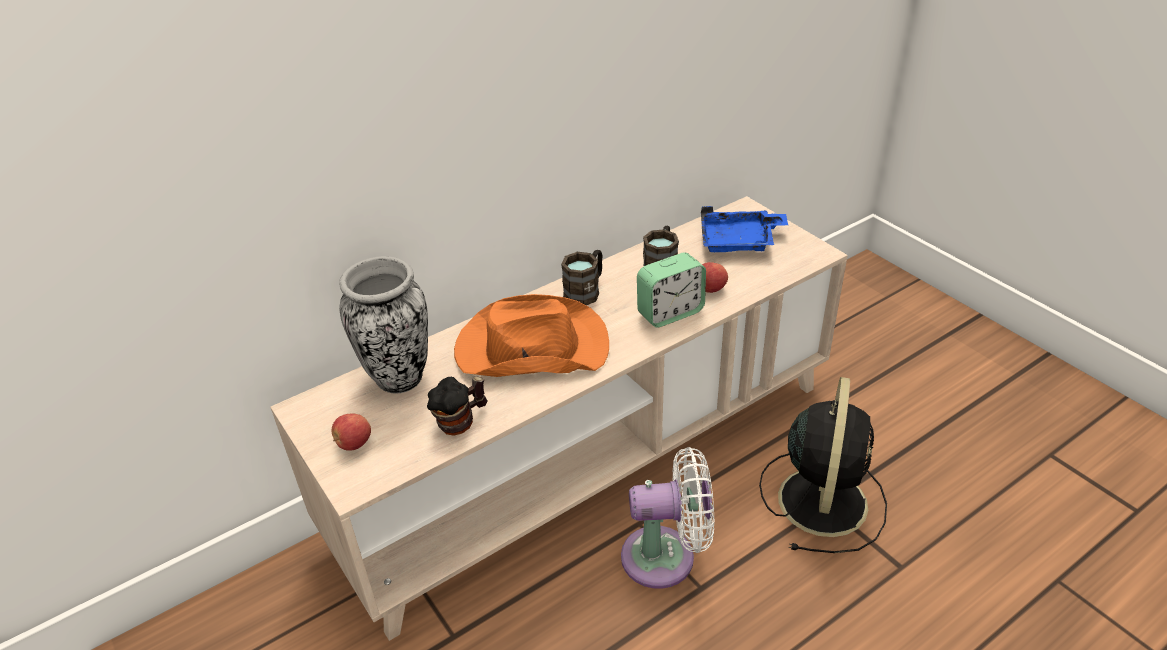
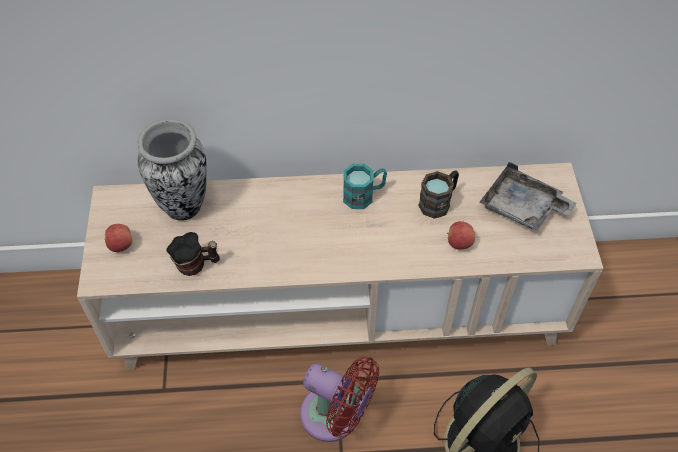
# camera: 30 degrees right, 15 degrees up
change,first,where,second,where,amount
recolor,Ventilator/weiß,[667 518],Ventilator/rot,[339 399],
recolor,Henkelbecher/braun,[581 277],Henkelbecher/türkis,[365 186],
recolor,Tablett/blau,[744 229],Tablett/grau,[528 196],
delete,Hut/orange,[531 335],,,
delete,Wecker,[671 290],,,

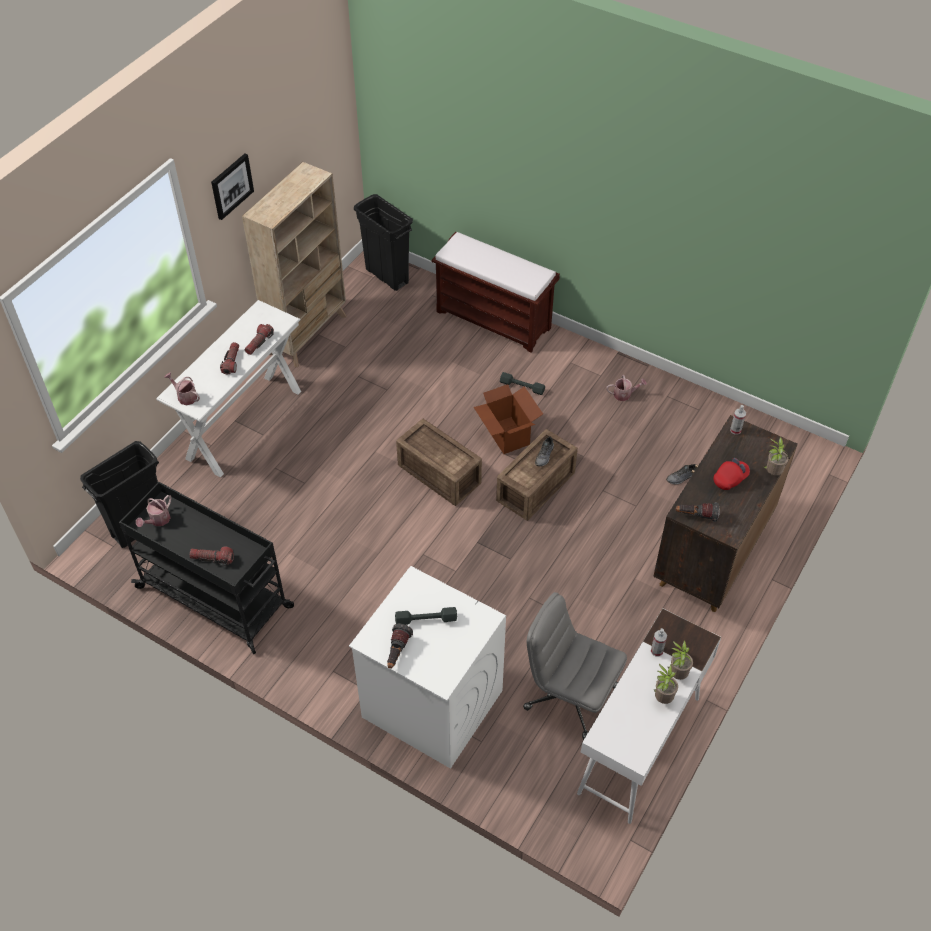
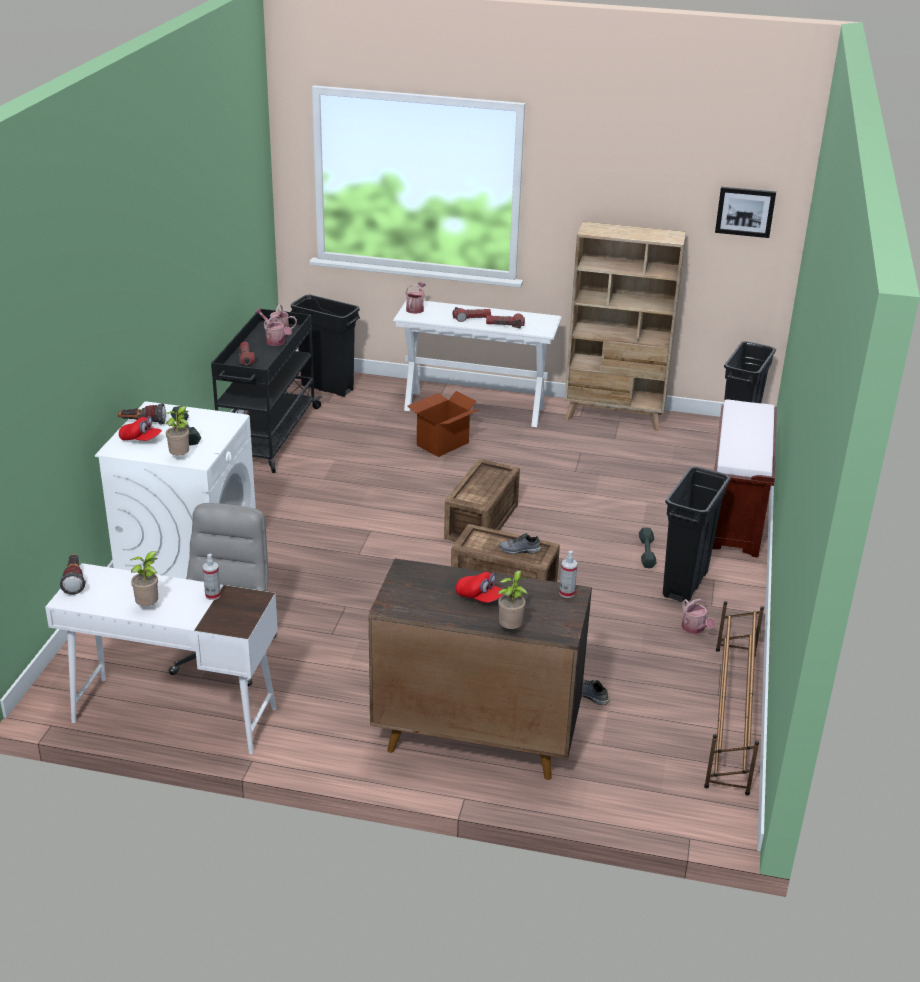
# camera: 70 degrees right, 20 degrees down
change,first,where,second,where,amount
move,Taschenlampe,[698 512],,[72 574],
insert,,,Kappe/rot,[140 428],
move,Topfpflanze,[680 660],,[177 430],
insert,,,Gießkanne,[278 330],
move,Karton,[508 419],,[443 424],
insert,,,Mülleimer/schwarz,[697 534],
insert,,,Schuhregal/braun,[734 698],
move,Bild,[232 186],,[745 212],

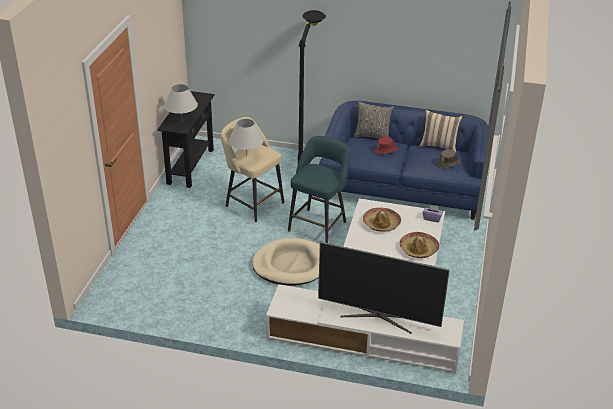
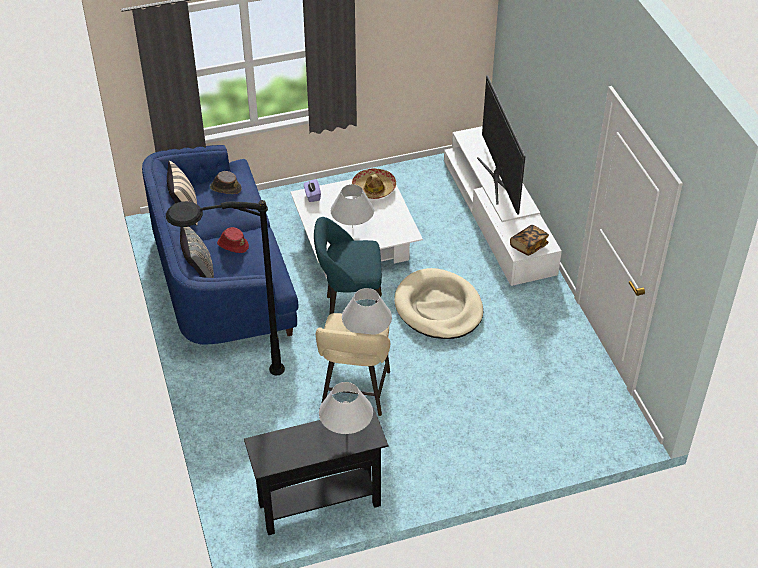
# camera: 120 degrees left, 10 degrees up
change,first,where,second,where,amount
replace,Hut,[382 220],Tischlampe/weiß,[352 206],
insert,,,Buch,[529 240],

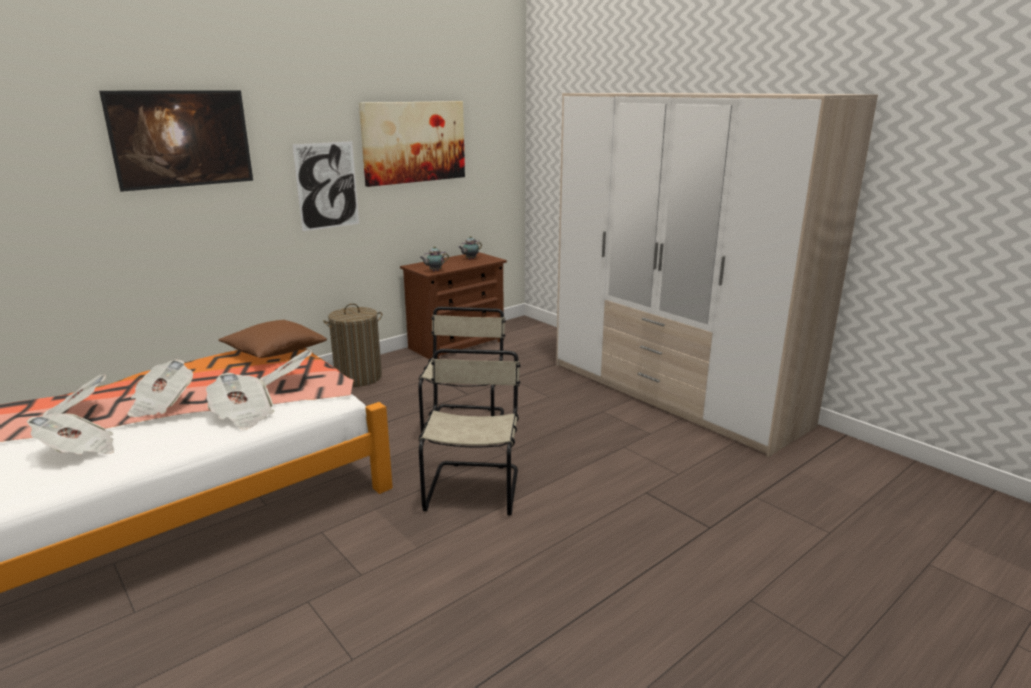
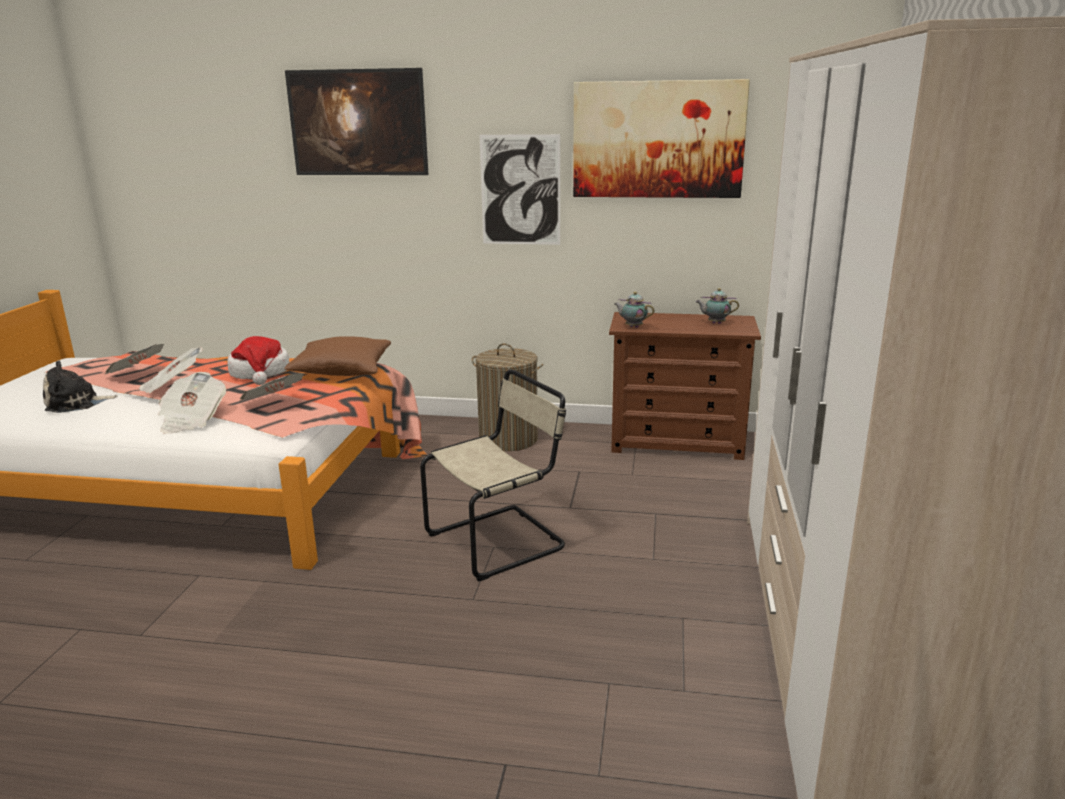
# camera: 50 degrees right, 0 degrees up
change,first,where,second,where,amount
replace,Zeitung,[70 434],Plüschtier,[80 386],
insert,,,Hut,[258 360],
delete,Stuhl/beige,[470 432],,,

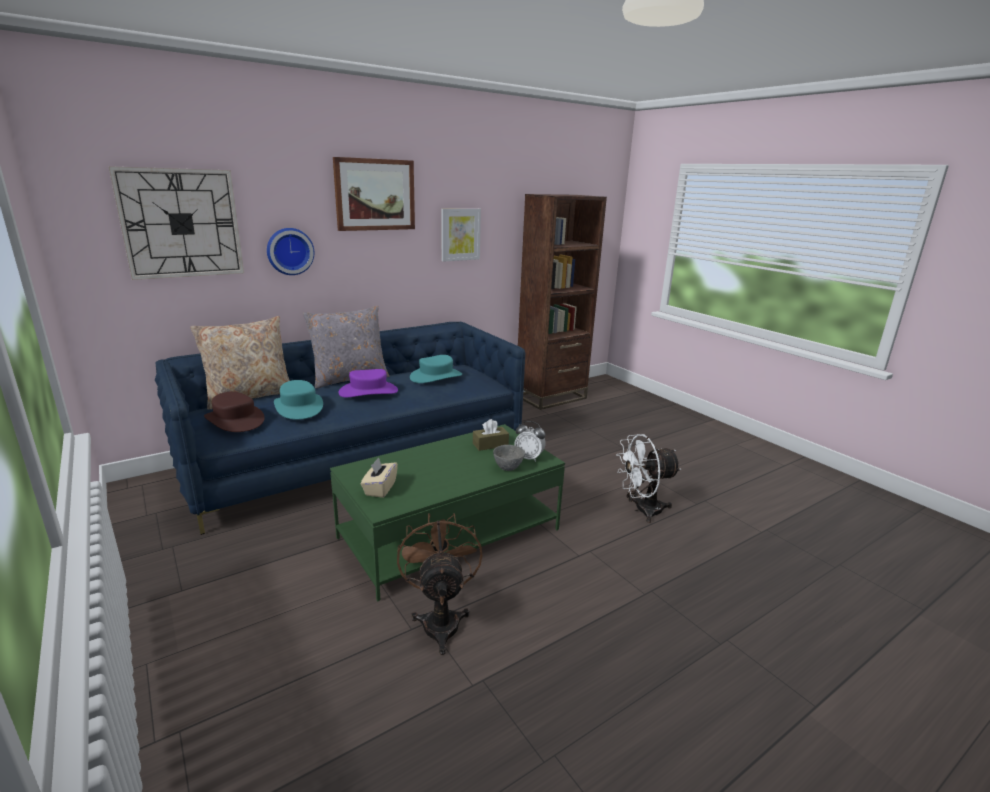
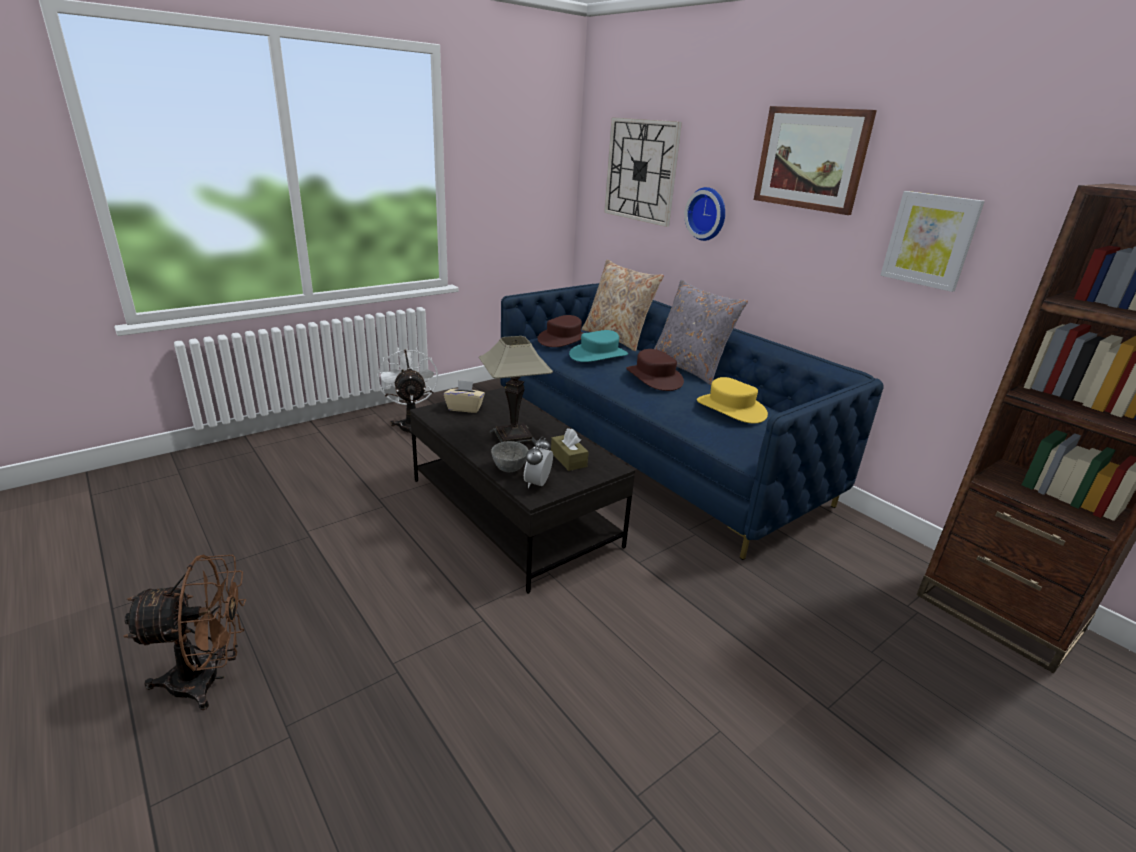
# camera: 85 degrees right, 5 degrees up
change,first,where,second,where,amount
move,Ventilator/braun,[439 584],,[184 632],
move,Ventilator/weiß,[648 478],,[407 392],
recolor,Couchtisch/grün,[447 512],Couchtisch/schwarz,[522 490],
insert,,,Tischlampe,[516 390],
recolor,Hut/lila,[368 383],Hut/braun,[655 370],
recolor,Hut/türkis,[436 369],Hut/gelb,[732 400],

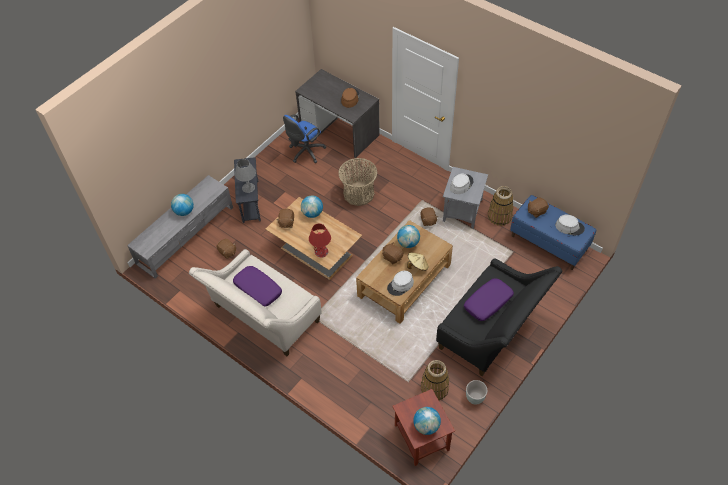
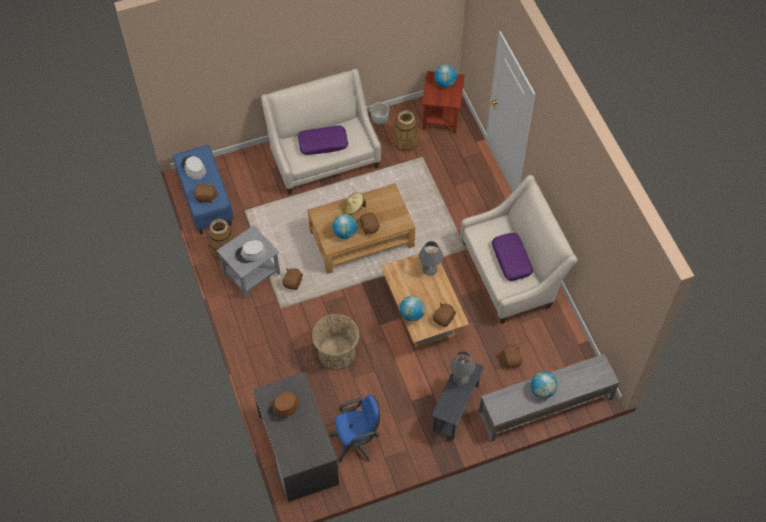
# camera: 150 degrees left, 5 degrees up
change,first,where,second,where,amount
recolor,Sofa/schwarz,[499 317],Sofa/beige,[321 131],
recolor,Tischlampe/rot,[320 240],Tischlampe/grau,[431 258],
delete,Hut/grau,[400 283],,,

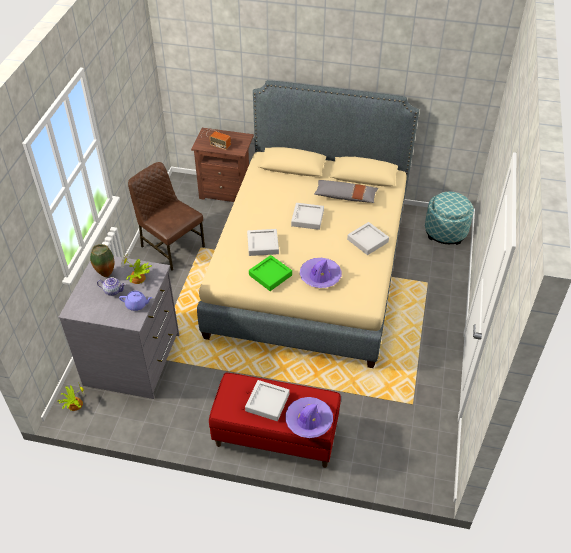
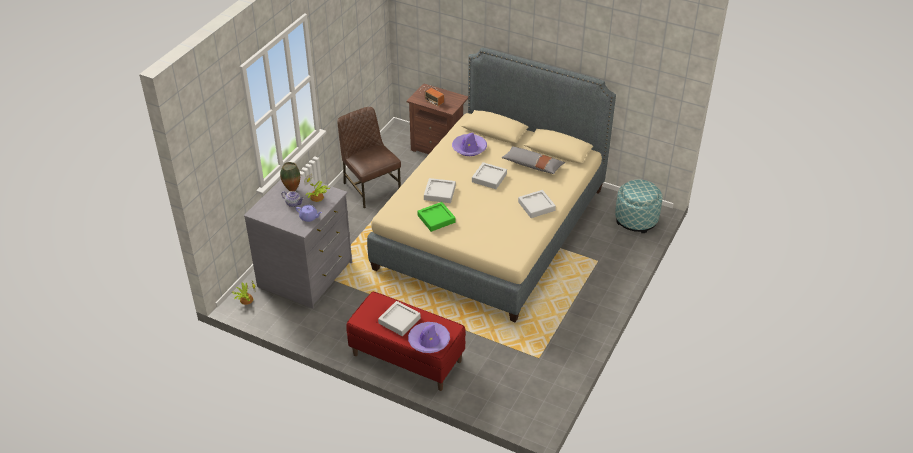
# camera: 15 degrees right, 5 degrees down
change,first,where,second,where,amount
move,Hut/lila,[321 273],,[469 144],

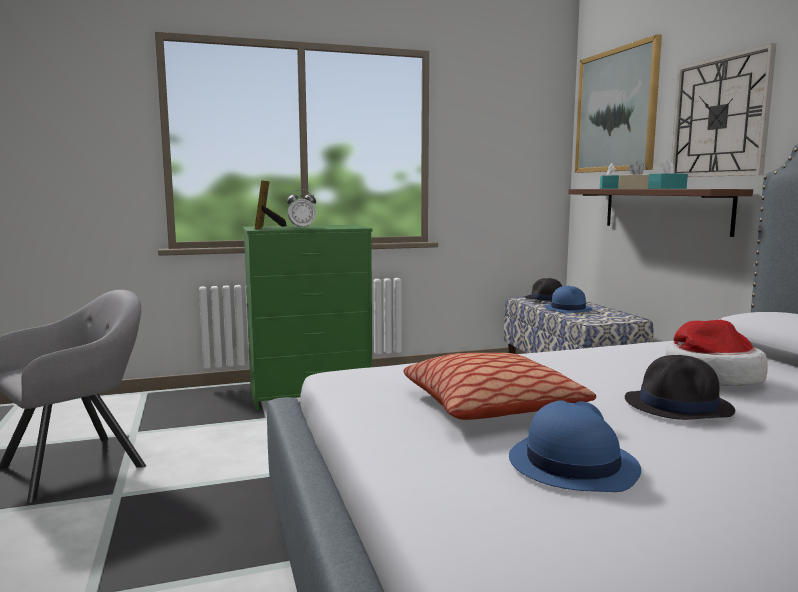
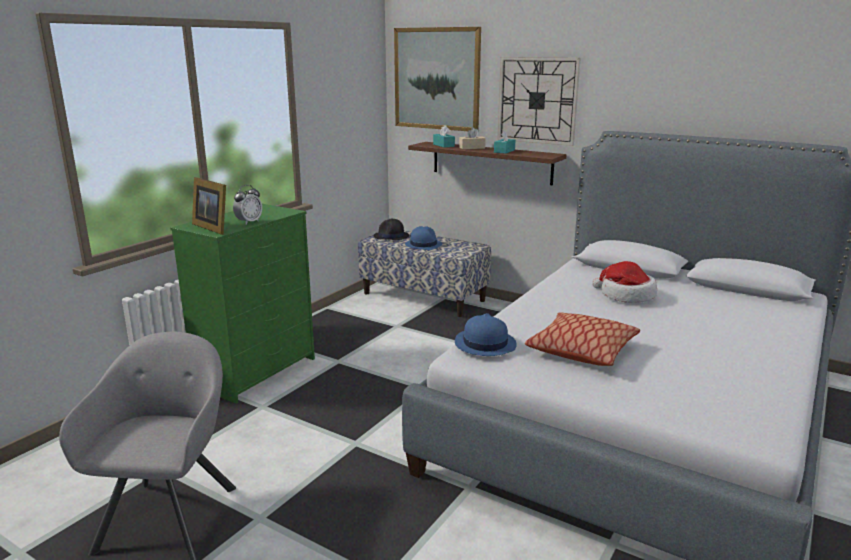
# camera: 40 degrees left, 10 degrees up
change,first,where,second,where,amount
move,Hut/blau,[575 446],,[486 334],
delete,Hut/schwarz,[680 387],,,

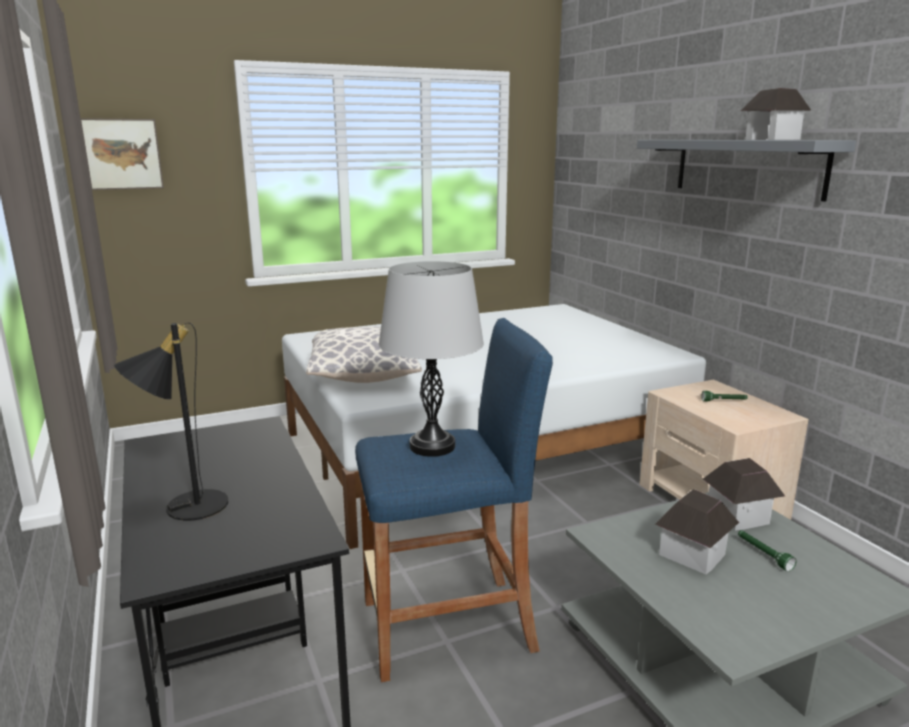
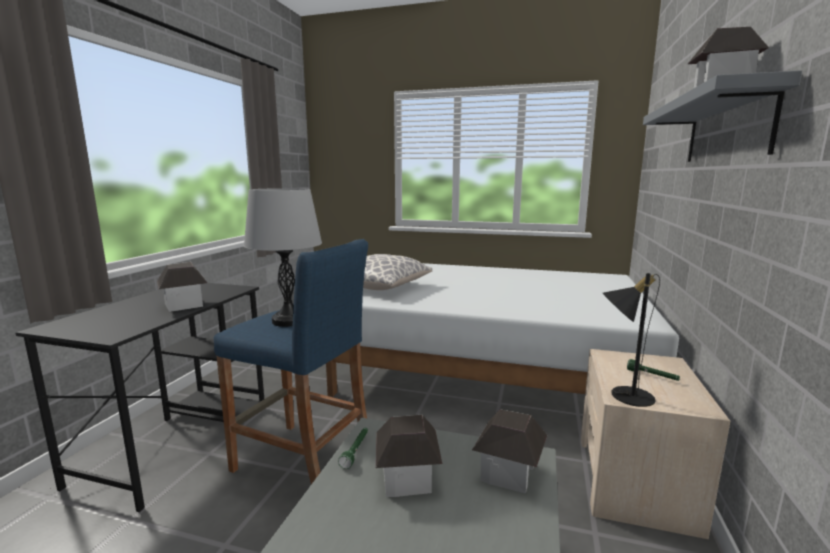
# camera: 40 degrees right, 5 degrees down
change,first,where,second,where,amount
insert,,,Spielzeughaus,[182 287],
move,Taschenlampe/grün,[767 550],,[353 448],
move,Tischlampe/schwarz,[171 421],,[631 340],
delete,Bild,[122 154],,,

